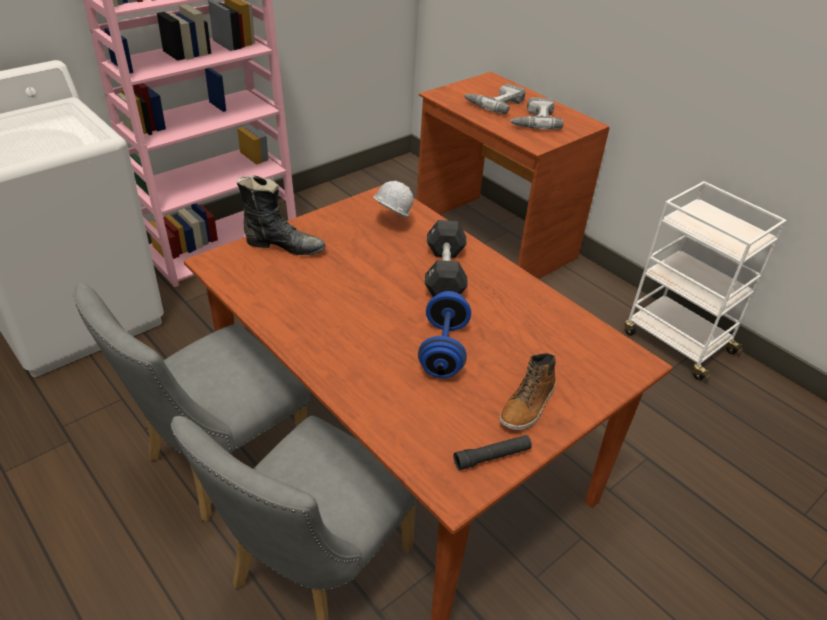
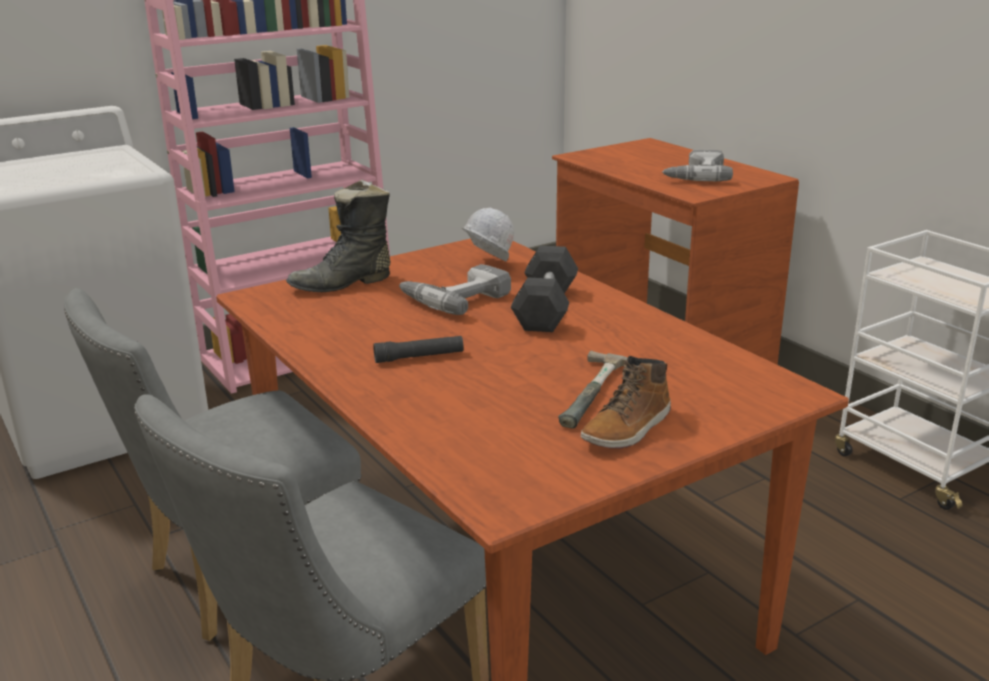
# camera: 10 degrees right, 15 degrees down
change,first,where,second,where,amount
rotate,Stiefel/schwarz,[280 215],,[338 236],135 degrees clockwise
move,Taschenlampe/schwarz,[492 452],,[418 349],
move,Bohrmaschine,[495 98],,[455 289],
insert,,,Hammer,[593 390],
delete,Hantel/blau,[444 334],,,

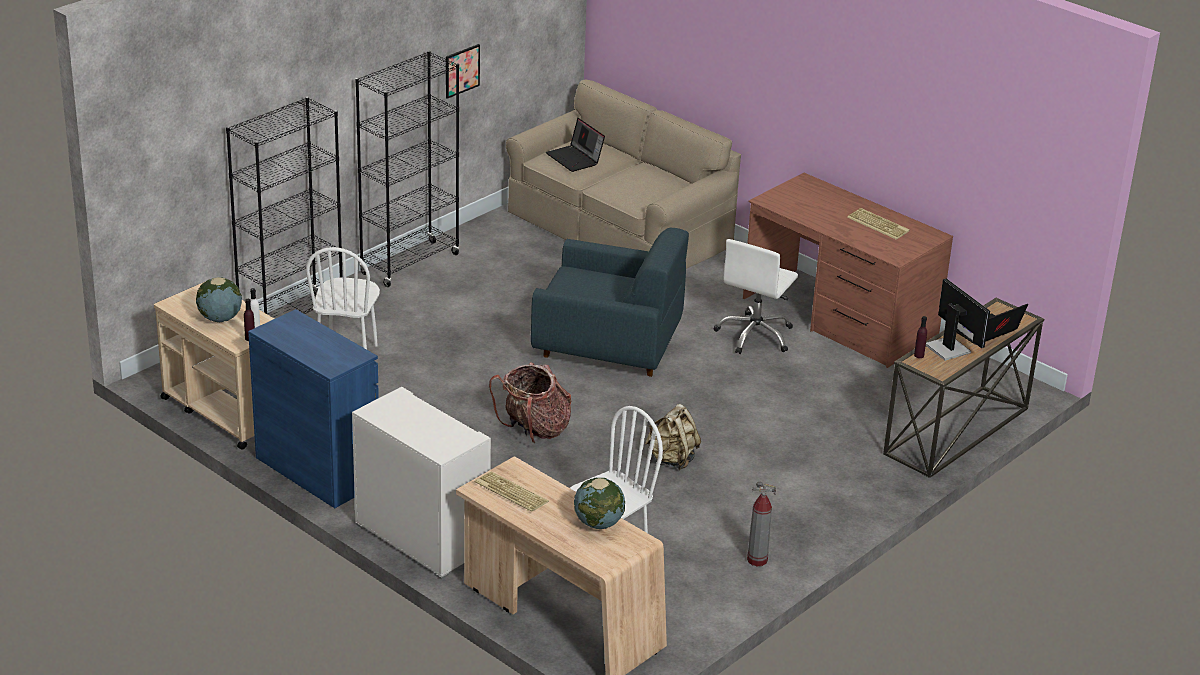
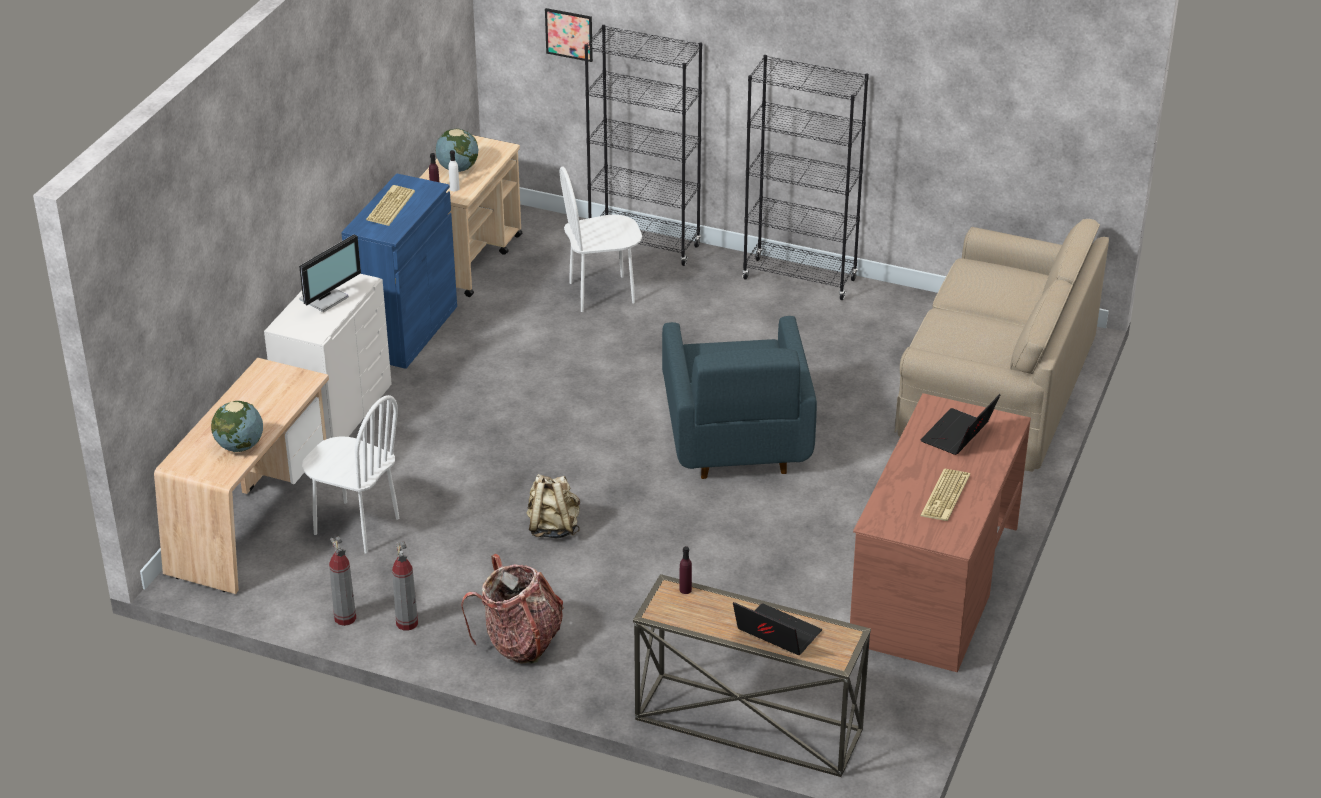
# camera: 70 degrees right, 5 degrees up
change,first,where,second,where,amount
move,Monitor,[958 320],,[330 273],
insert,,,Feuerlöscher,[342 581],
move,Tastatur,[511 491],,[390 205],
move,Rucksack,[530 402],,[512 609],
move,Bild,[463 71],,[569 35],
move,Laptop,[575 145],,[960 424],
delete,Bürostuhl/weiß,[756 296],,,

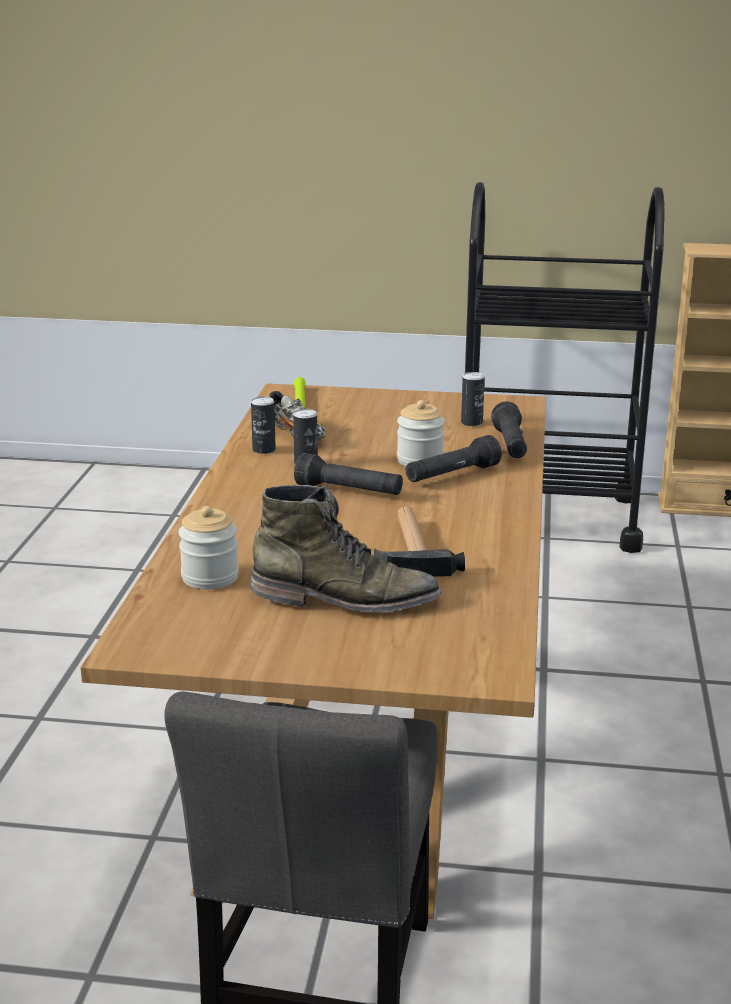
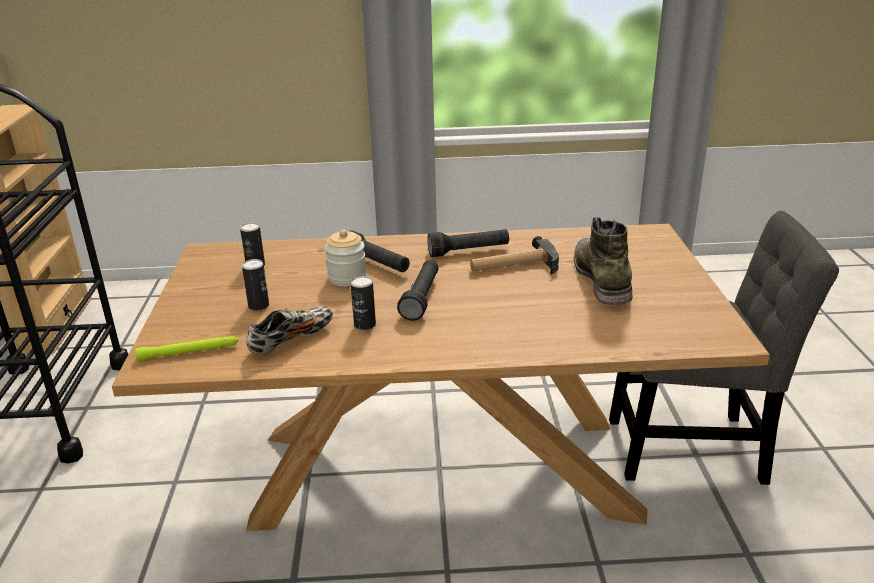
# camera: 100 degrees left, 5 degrees up
change,first,where,second,where,amount
move,Dose,[263 425],,[255 285],
move,Taschenlampe/schwarz,[509 429],,[468 243],
delete,Vorratsglas,[209 547],,,

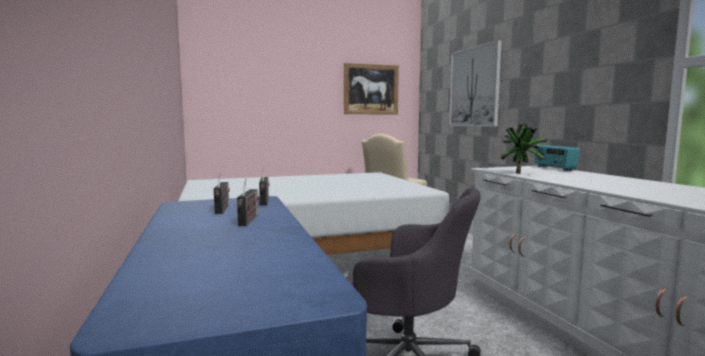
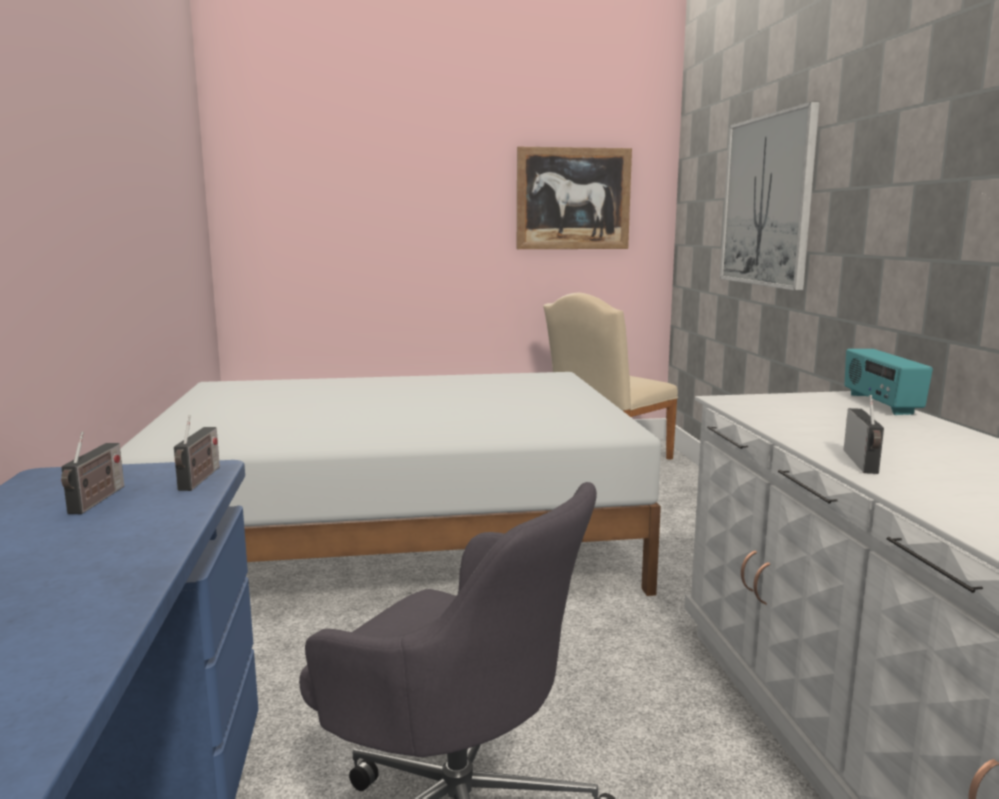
# camera: 10 degrees right, 5 degrees up
change,first,where,second,where,amount
move,Radio,[248 202],,[864 434],
delete,Topfpflanze,[524 149],,,

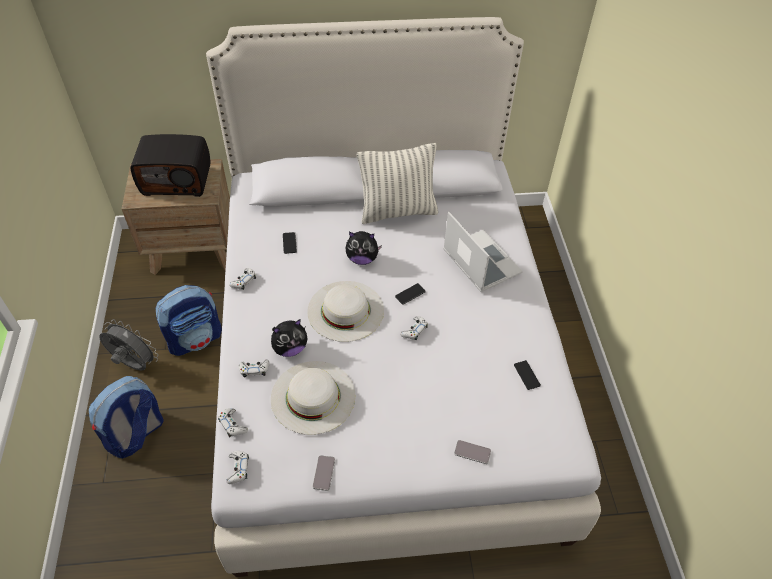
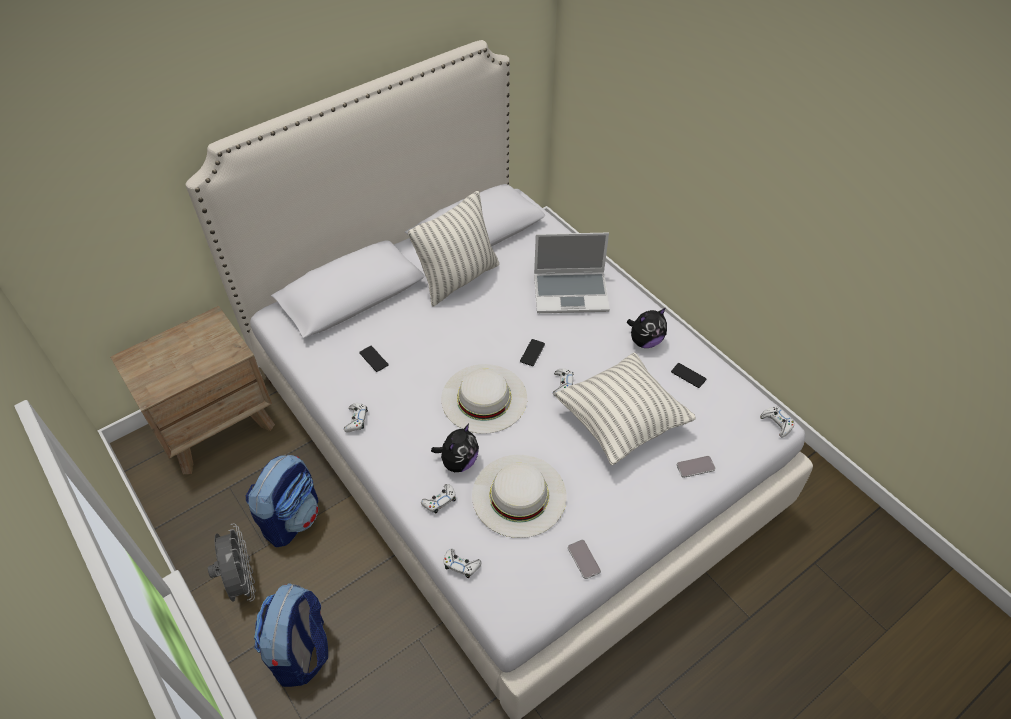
# camera: 30 degrees left, 0 degrees up
change,first,where,second,where,amount
rotate,Ventilator/grau,[128 345],,[232 562],75 degrees clockwise
rotate,Laptop,[483 252],,[572 272],150 degrees clockwise
insert,,,Kissen,[625 408],
move,Plüschtier,[363 248],,[647 328],
move,Gamepad/weiß,[237 467],,[777 422],
delete,Radio,[170 165],,,

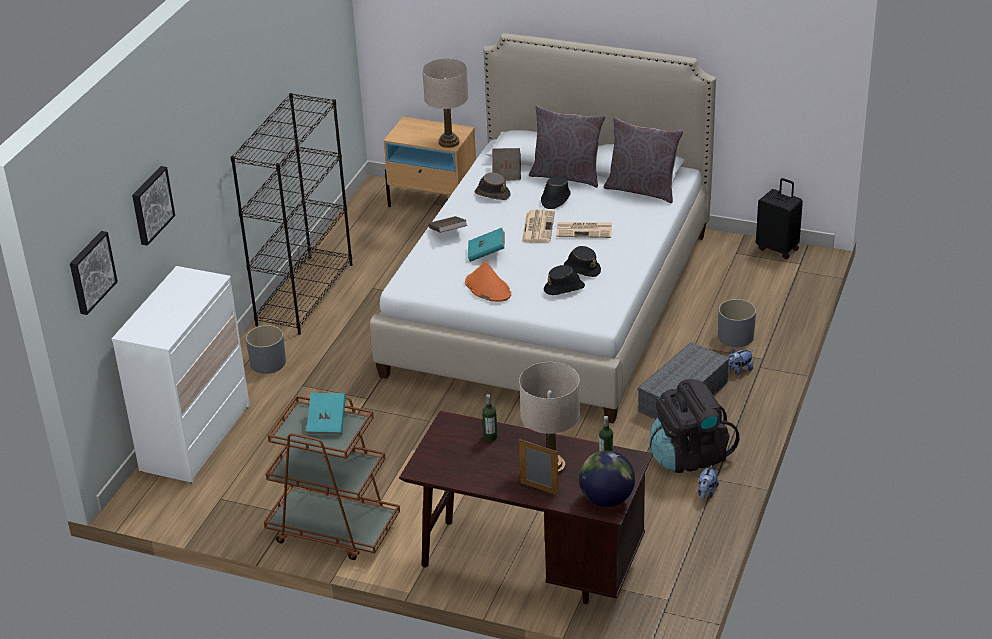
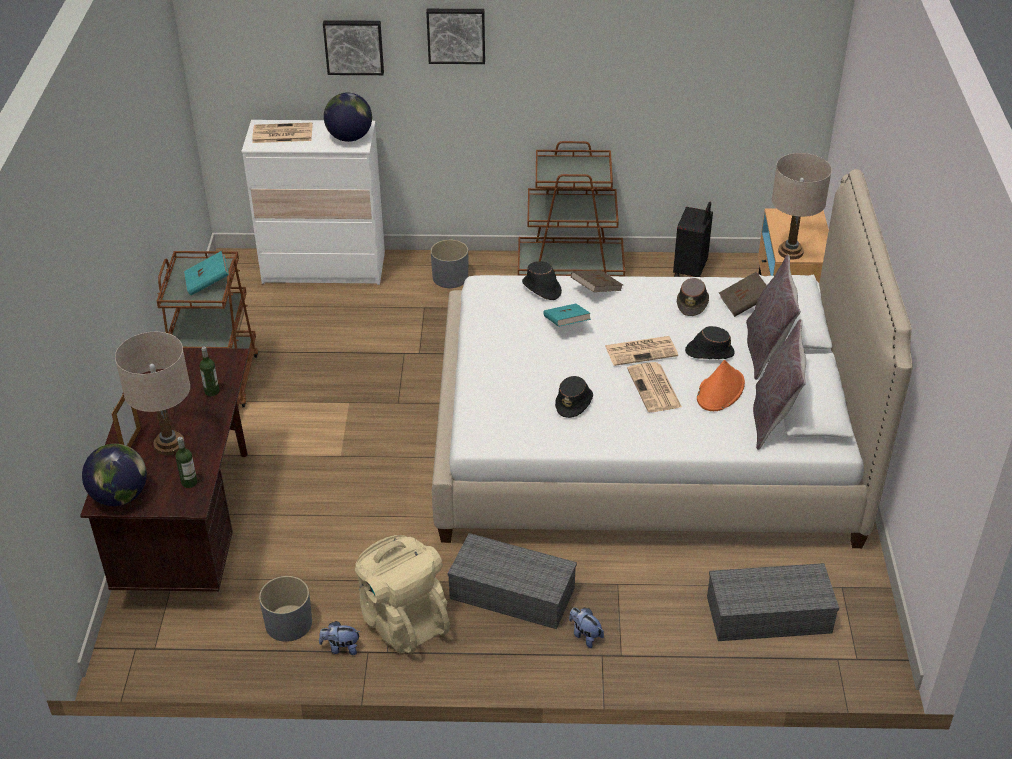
# camera: 70 degrees right, 5 degrees up
change,first,where,second,where,amount
insert,,,Zeitung,[282 133],
move,Pflanzkübel/grau,[737 323],,[285 609],
insert,,,Globus,[348 117],
recolor,Rucksack/schwarz,[694 426],Rucksack/beige,[402 594],
move,Bild,[94 273],,[455 36],
replace,Bücherregal/schwarz,[291 214],Rollwagen/braun,[571 208],
move,Hut/schwarz,[564 280],,[542 280],
move,Koffer/schwarz,[779 218],,[693 239],
move,Hut/orange,[488 281],,[721 385],
insert,,,Aufbewahrungsbox/grau,[773 602],

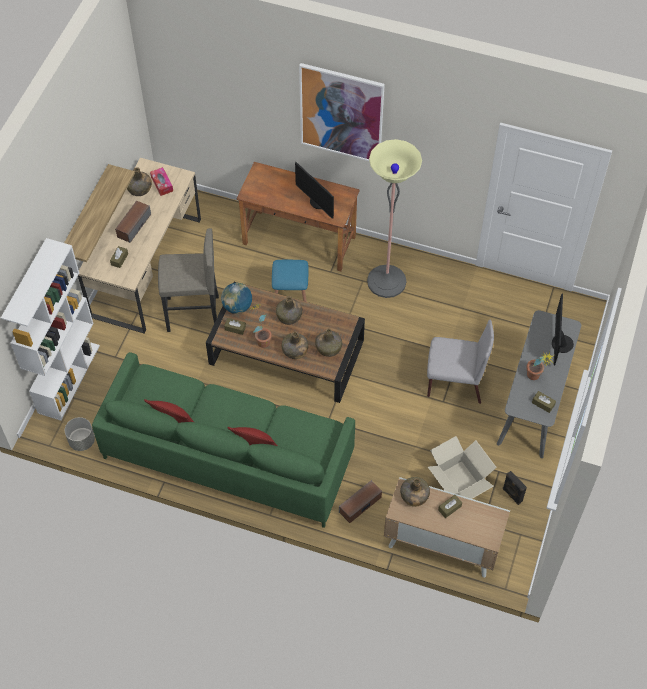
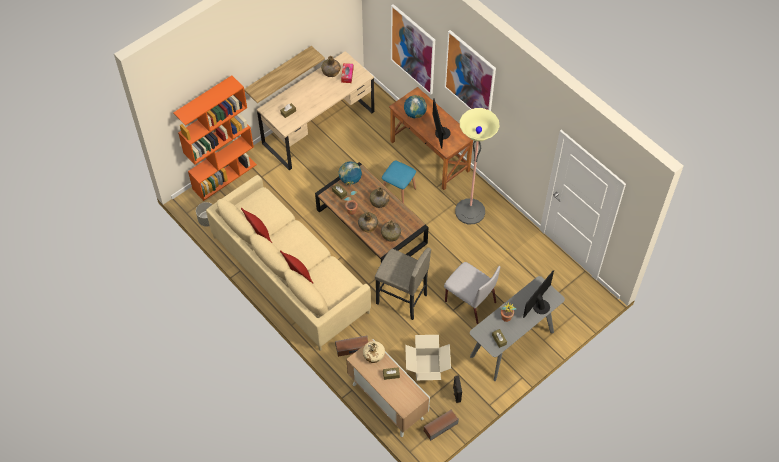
# camera: 30 degrees right, 0 degrees up
change,first,where,second,where,amount
recolor,Bücherregal/weiß,[50 329],Bücherregal/orange,[215 138],
recolor,Sofa/grün,[223 440],Sofa/beige,[288 263],
recolor,Flasche/grün,[415 492],Flasche/beige,[374 352],
move,Hocker/grau,[188 280],,[403 284],
insert,,,Bild,[413 49],
insert,,,Globus,[415 106],
move,Lautsprecher,[133 221],,[441 425],

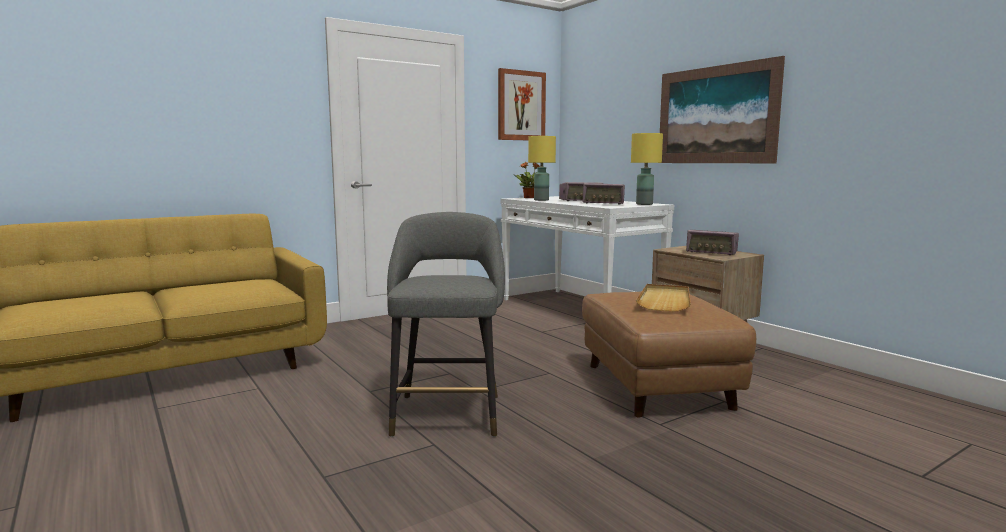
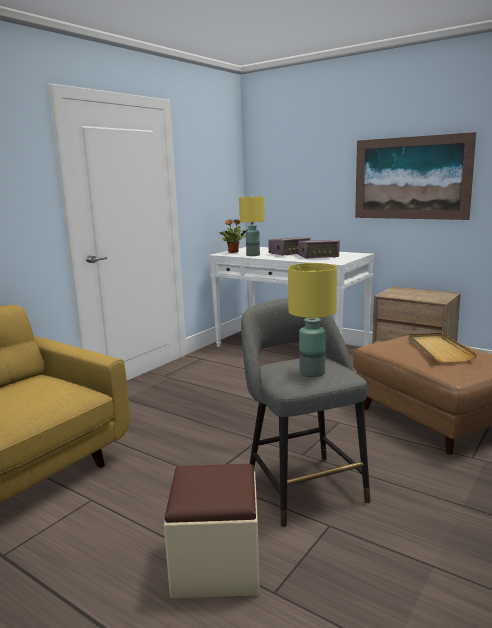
# camera: 20 degrees left, 5 degrees up
change,first,where,second,where,amount
insert,,,Polsterhocker/beige,[212 531],
move,Tischlampe/gelb,[647 169],,[312 320],
delete,Bild,[522 104],,,
delete,Radio,[712 242],,,

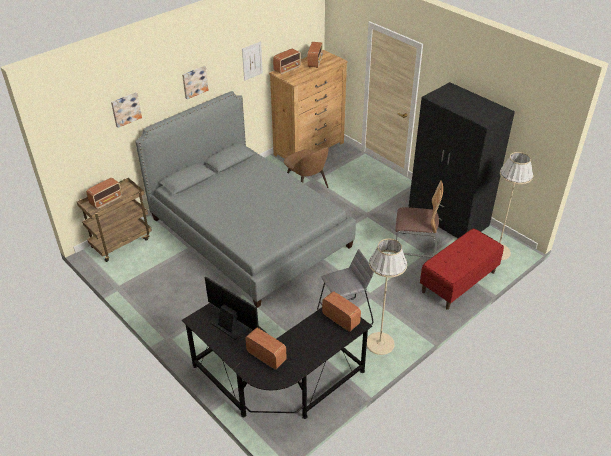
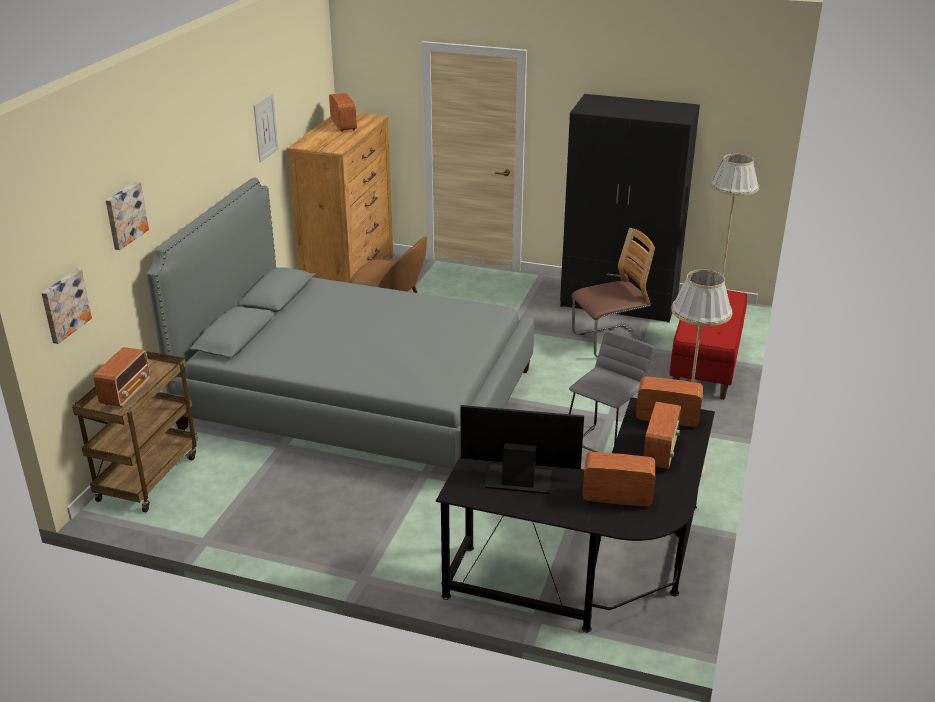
# camera: 30 degrees left, 10 degrees down
change,first,where,second,where,amount
move,Bild,[195 82],,[66 306],
move,Radio,[287 61],,[662 436],

